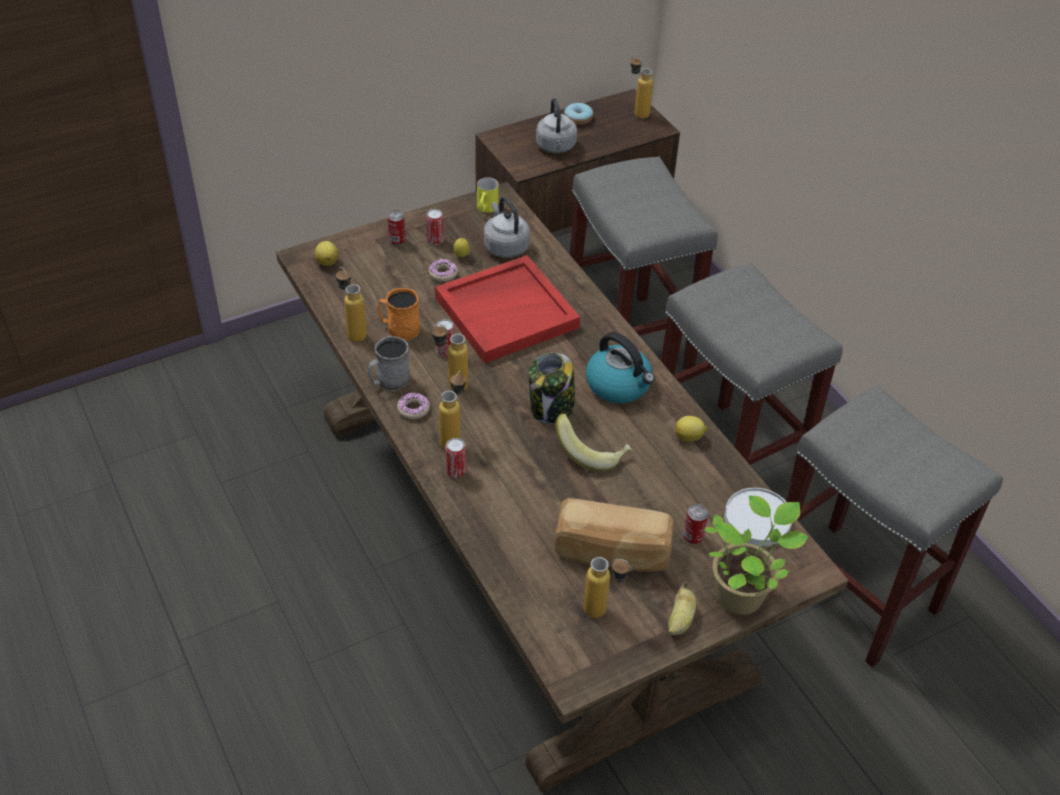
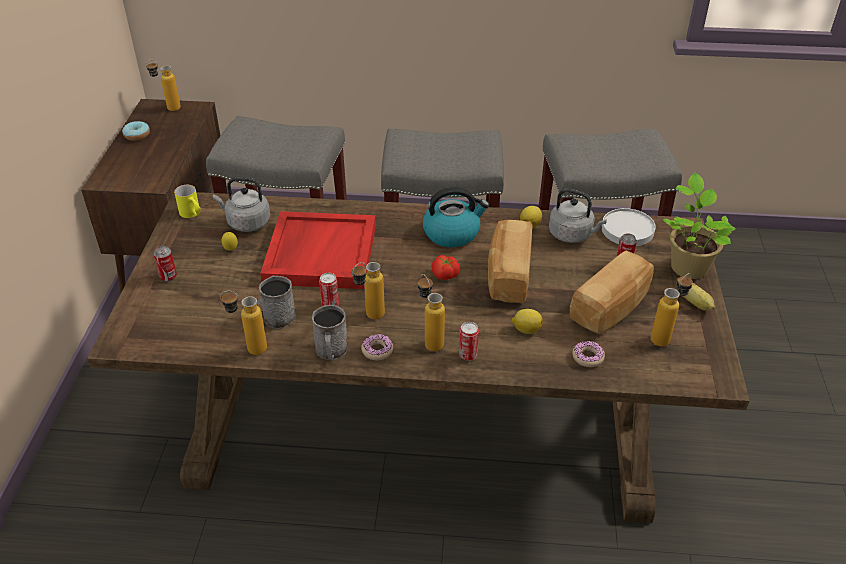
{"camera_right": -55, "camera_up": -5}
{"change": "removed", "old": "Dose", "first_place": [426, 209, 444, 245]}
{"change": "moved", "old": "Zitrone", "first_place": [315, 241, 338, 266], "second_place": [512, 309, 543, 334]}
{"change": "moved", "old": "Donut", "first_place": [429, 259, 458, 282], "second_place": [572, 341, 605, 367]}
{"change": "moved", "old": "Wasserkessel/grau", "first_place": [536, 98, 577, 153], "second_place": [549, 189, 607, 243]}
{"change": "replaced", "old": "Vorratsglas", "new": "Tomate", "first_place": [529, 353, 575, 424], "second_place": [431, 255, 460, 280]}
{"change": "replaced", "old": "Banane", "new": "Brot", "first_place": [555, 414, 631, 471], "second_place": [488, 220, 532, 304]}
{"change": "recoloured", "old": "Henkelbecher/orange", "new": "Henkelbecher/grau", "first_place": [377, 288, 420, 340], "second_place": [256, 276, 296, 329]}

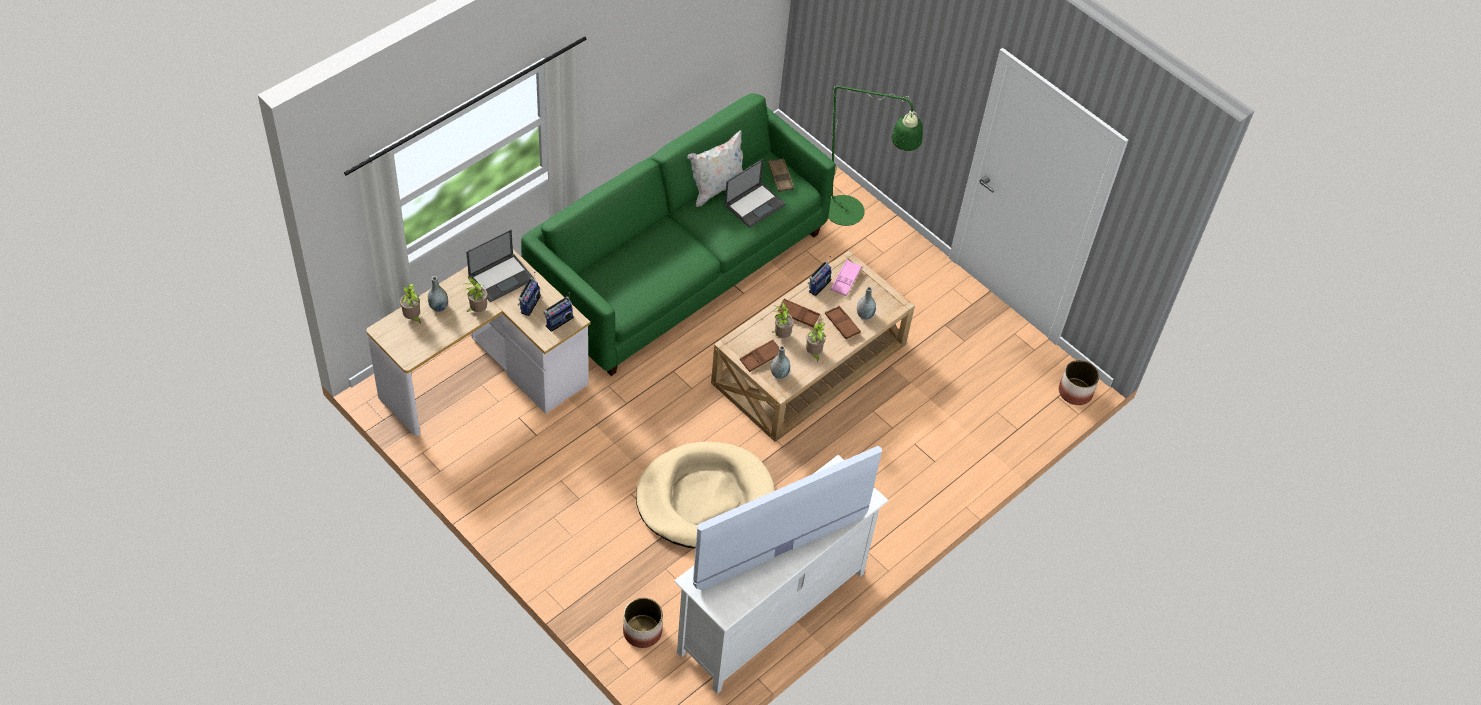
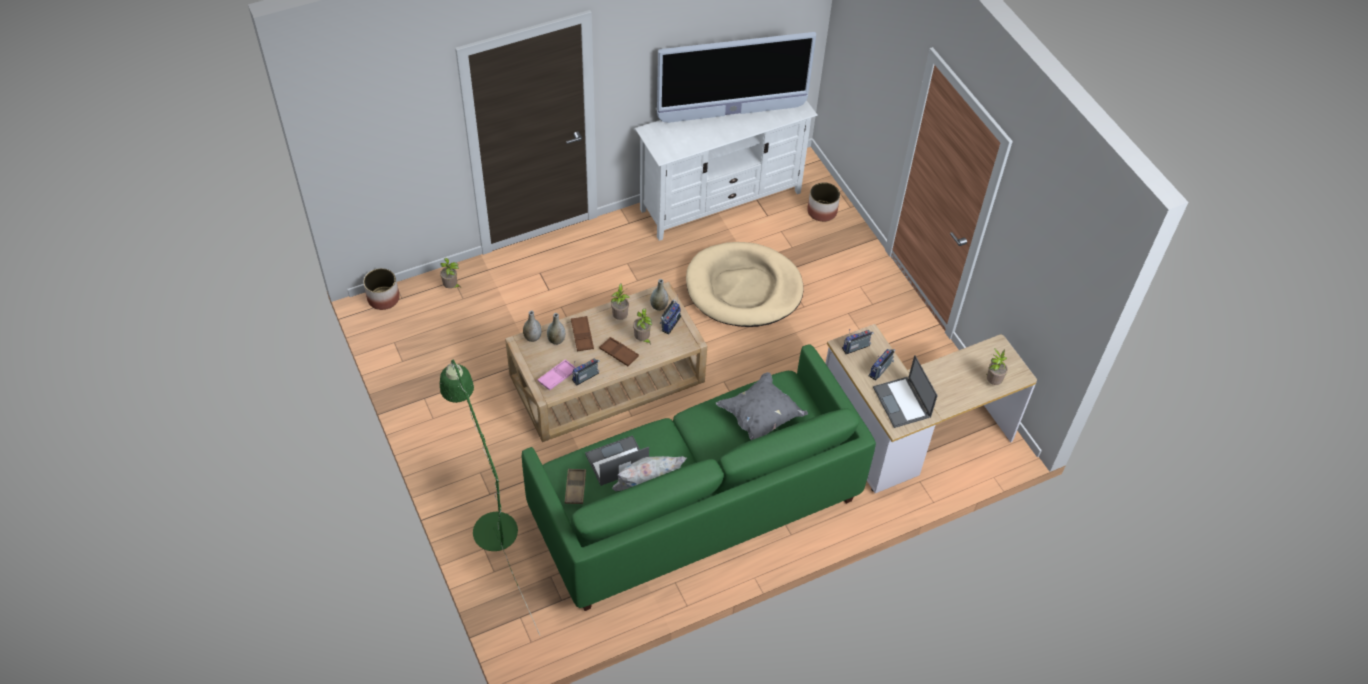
{"camera_right": -160, "camera_up": 0}
{"change": "added", "new": "Kissen/grau", "second_place": [716, 372, 808, 440]}
{"change": "moved", "old": "Vase/grau", "first_place": [428, 276, 448, 312], "second_place": [523, 311, 541, 342]}
{"change": "moved", "old": "Topfpflanze", "first_place": [464, 277, 488, 312], "second_place": [440, 258, 460, 288]}
{"change": "replaced", "old": "Tablett/braun", "new": "Radio", "first_place": [740, 340, 779, 372], "second_place": [660, 294, 681, 334]}
{"change": "turned", "old": "Laptop", "first_place": [466, 230, 535, 302], "second_place": [873, 355, 938, 428], "degrees": -90}

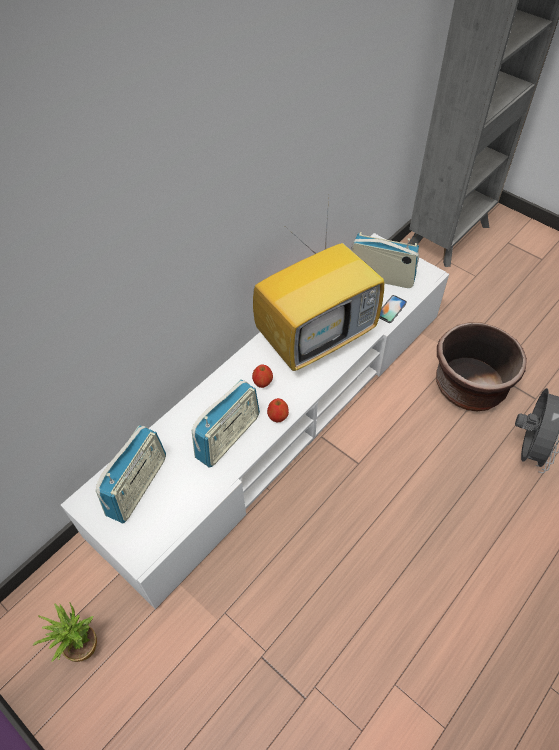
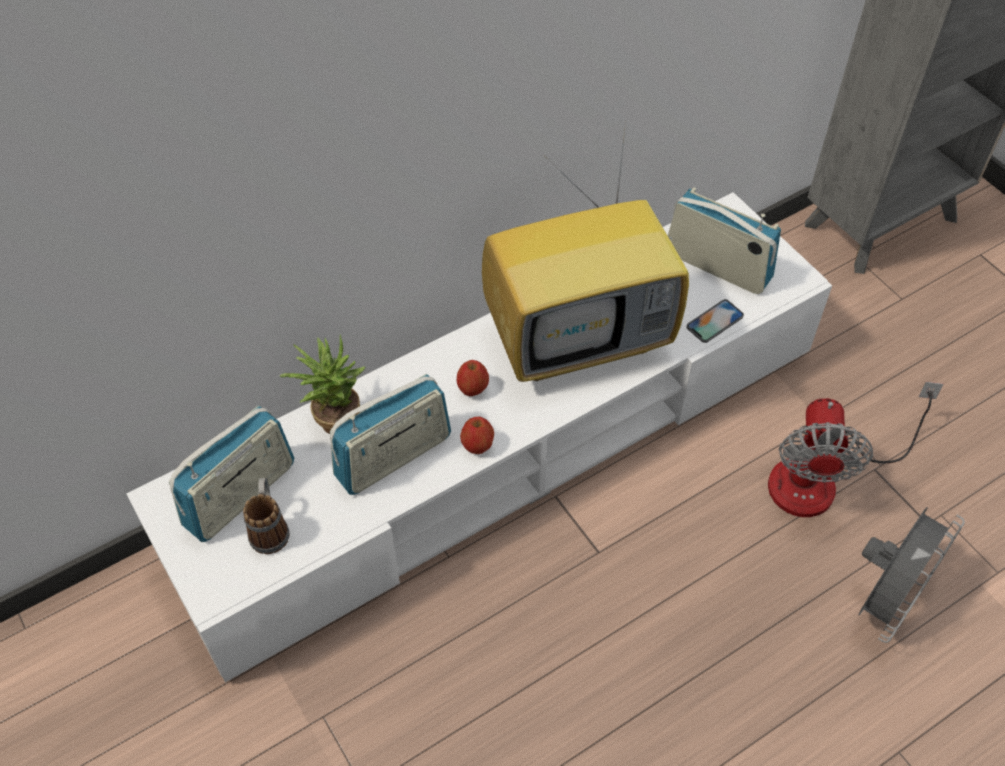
{"camera_right": 15, "camera_up": 0}
{"change": "added", "new": "Henkelbecher", "second_place": [243, 478, 289, 554]}
{"change": "moved", "old": "Topfpflanze", "first_place": [33, 603, 97, 662], "second_place": [280, 334, 365, 434]}
{"change": "replaced", "old": "Pflanzkübel/braun", "new": "Ventilator", "first_place": [436, 322, 527, 411], "second_place": [768, 382, 944, 517]}

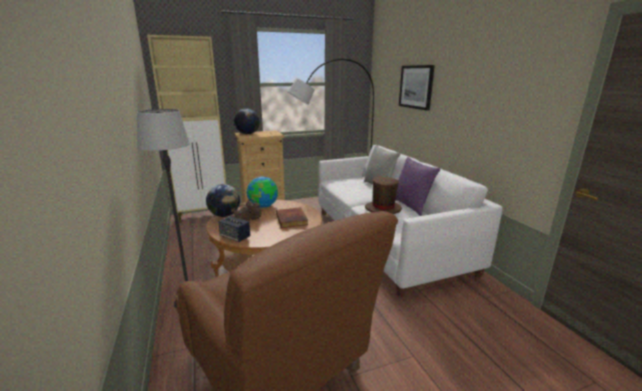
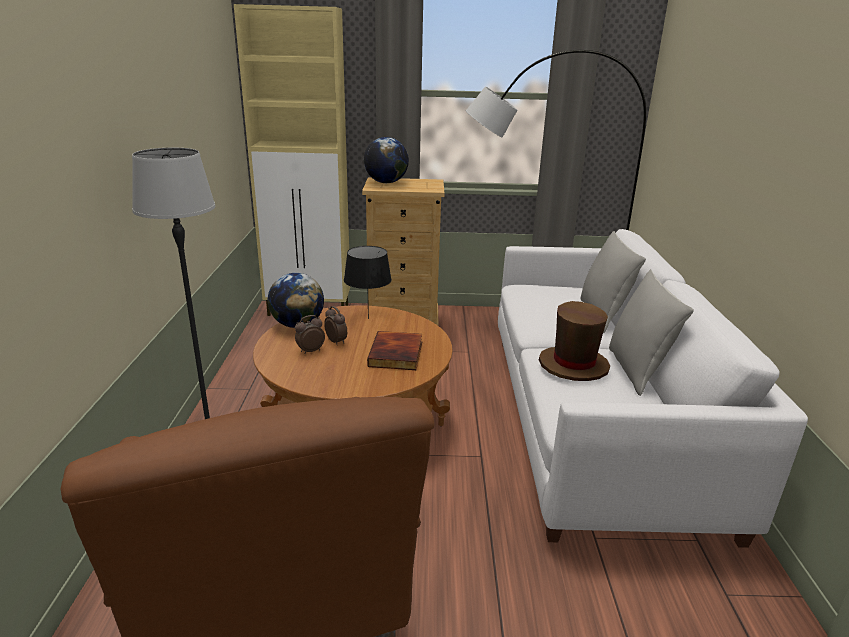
{"camera_right": 20, "camera_up": 5}
{"change": "removed", "old": "Lautsprecher", "first_place": [218, 216, 250, 242]}
{"change": "removed", "old": "Bild", "first_place": [399, 65, 435, 111]}
{"change": "replaced", "old": "Globus", "new": "Tischlampe/schwarz", "first_place": [247, 177, 278, 208], "second_place": [344, 246, 392, 319]}
{"change": "recoloured", "old": "Kissen/lila", "new": "Kissen/grau", "first_place": [395, 157, 440, 216], "second_place": [609, 269, 694, 396]}

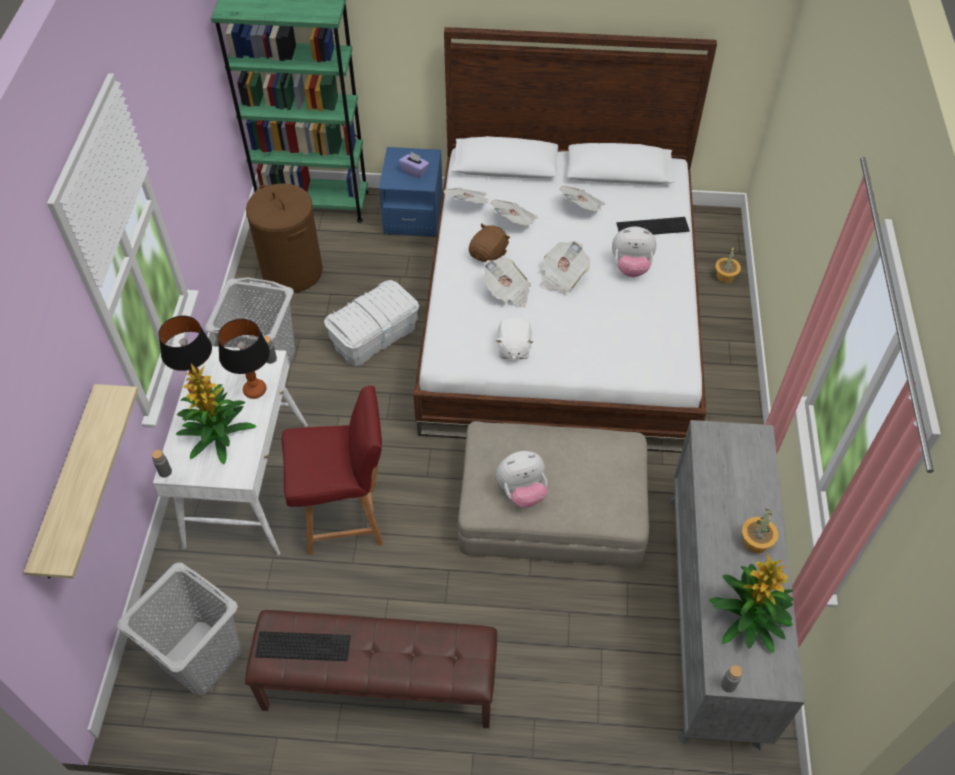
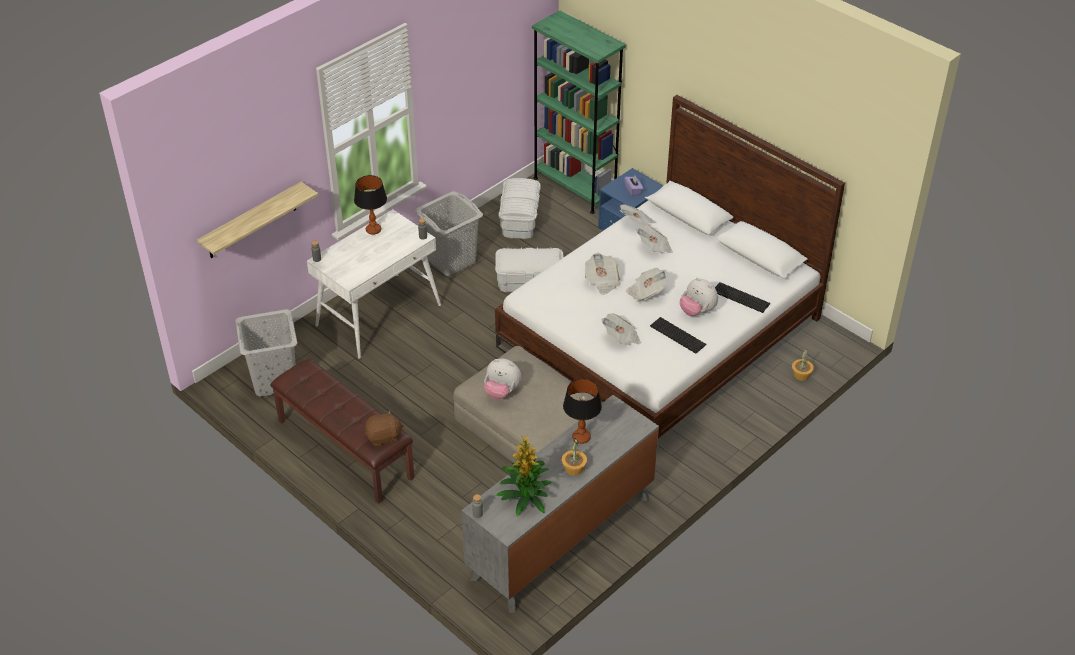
{"camera_right": 40, "camera_up": -10}
{"change": "removed", "old": "Topfpflanze", "first_place": [176, 364, 257, 464]}
{"change": "removed", "old": "Stuhl/rot", "first_place": [282, 386, 383, 555]}
{"change": "removed", "old": "Plüschtier/weiß", "first_place": [495, 317, 533, 360]}
{"change": "moved", "old": "Tischlampe", "first_place": [218, 319, 270, 399], "second_place": [563, 379, 602, 444]}
{"change": "moved", "old": "Tastatur", "first_place": [255, 631, 351, 661], "second_place": [650, 317, 706, 354]}
{"change": "moved", "old": "Plüschtier/braun", "first_place": [469, 223, 510, 263], "second_place": [365, 410, 404, 447]}
{"change": "moved", "old": "Zeitung", "first_place": [559, 186, 605, 212], "second_place": [602, 314, 641, 345]}
{"change": "replaced", "old": "Wäschekorb/braun", "new": "Aufbewahrungsbox/weiß", "first_place": [246, 184, 323, 293], "second_place": [498, 178, 541, 239]}

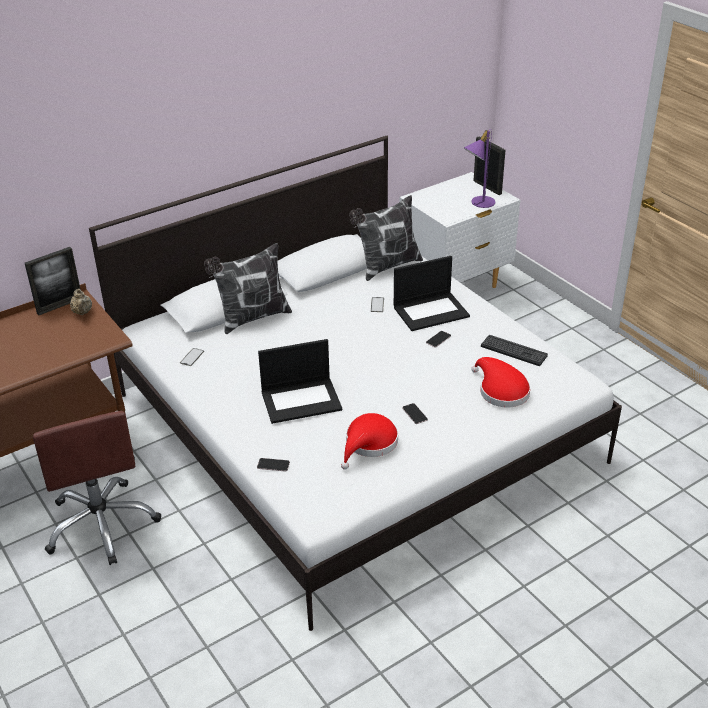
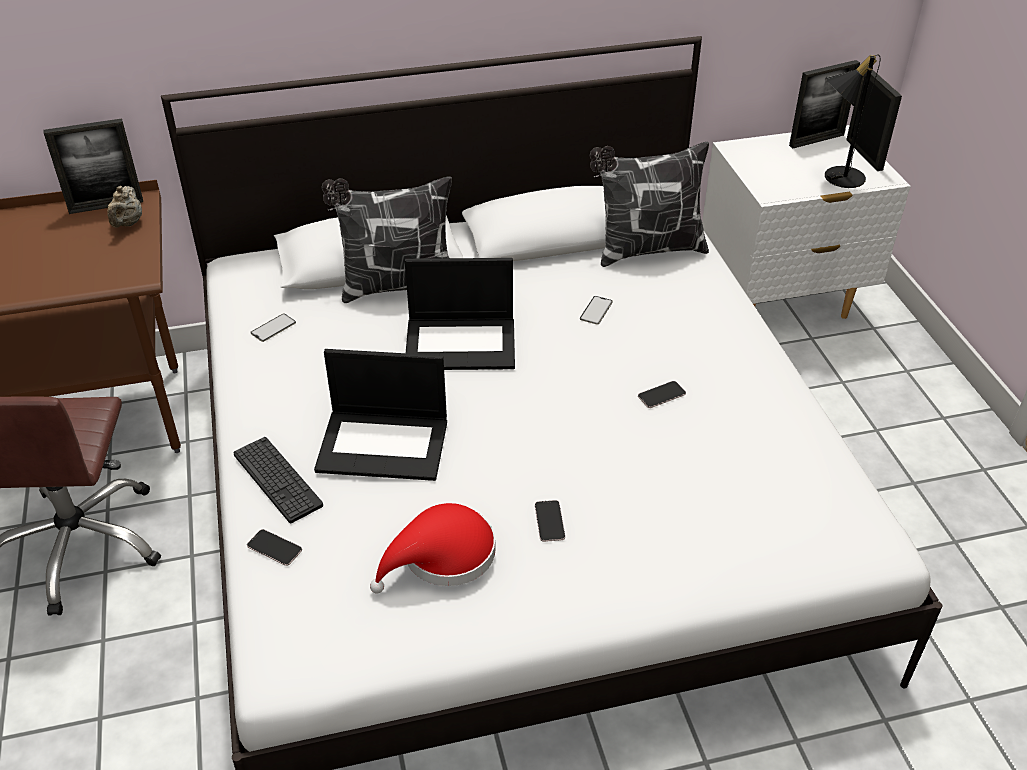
{"camera_right": 20, "camera_up": 5}
{"change": "removed", "old": "Hut/rot", "first_place": [471, 357, 530, 408]}
{"change": "added", "new": "Bilderrahmen", "second_place": [789, 60, 860, 148]}
{"change": "moved", "old": "Laptop", "first_place": [394, 256, 470, 331], "second_place": [405, 258, 515, 370]}
{"change": "moved", "old": "Tastatur", "first_place": [481, 335, 548, 366], "second_place": [233, 437, 323, 523]}
{"change": "recoloured", "old": "Tischlampe/lila", "new": "Tischlampe/schwarz", "first_place": [464, 129, 495, 208], "second_place": [825, 55, 880, 188]}

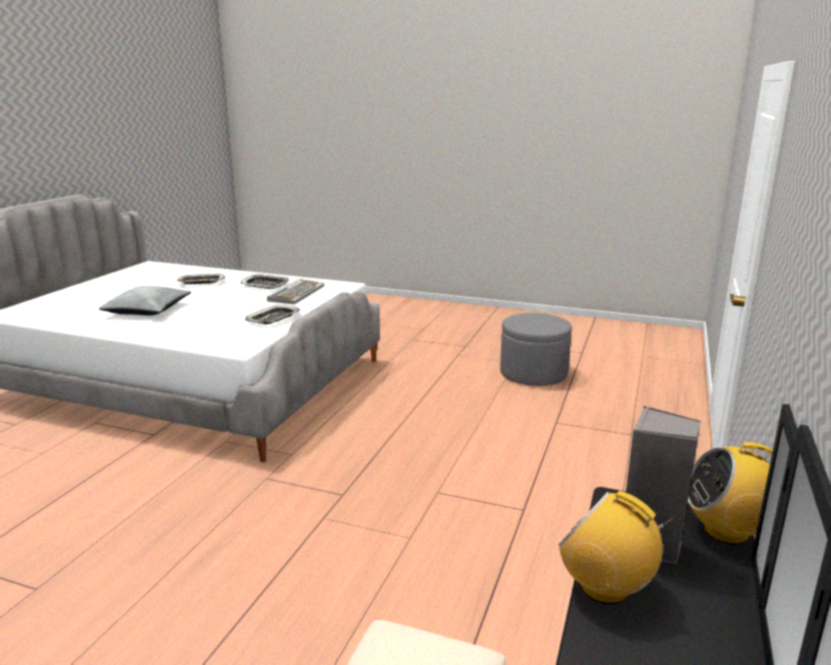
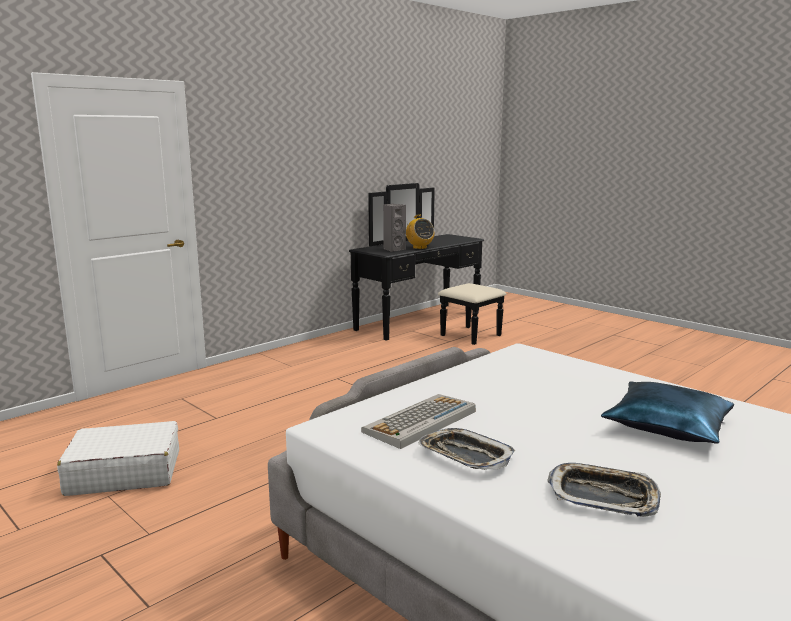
{"camera_right": -155, "camera_up": -5}
{"change": "removed", "old": "Tablett", "first_place": [245, 305, 300, 324]}
{"change": "removed", "old": "Radio", "first_place": [688, 442, 773, 545]}
{"change": "replaced", "old": "Polsterhocker/grau", "new": "Koffer/weiß", "first_place": [500, 313, 572, 386], "second_place": [57, 421, 179, 496]}
{"change": "recoloured", "old": "Kissen/grau", "new": "Kissen/blau", "first_place": [99, 286, 191, 316], "second_place": [601, 382, 734, 444]}

